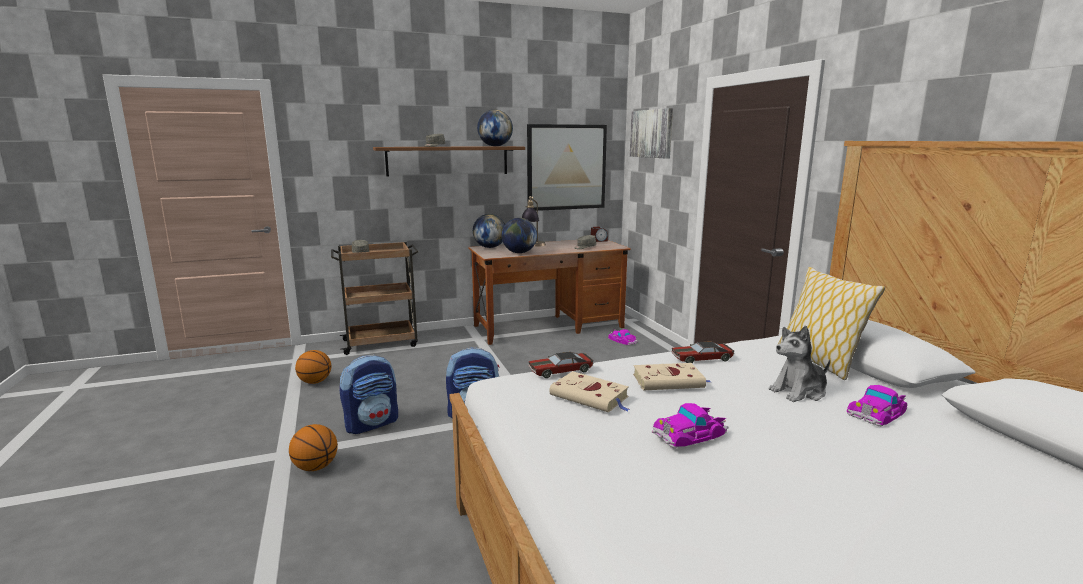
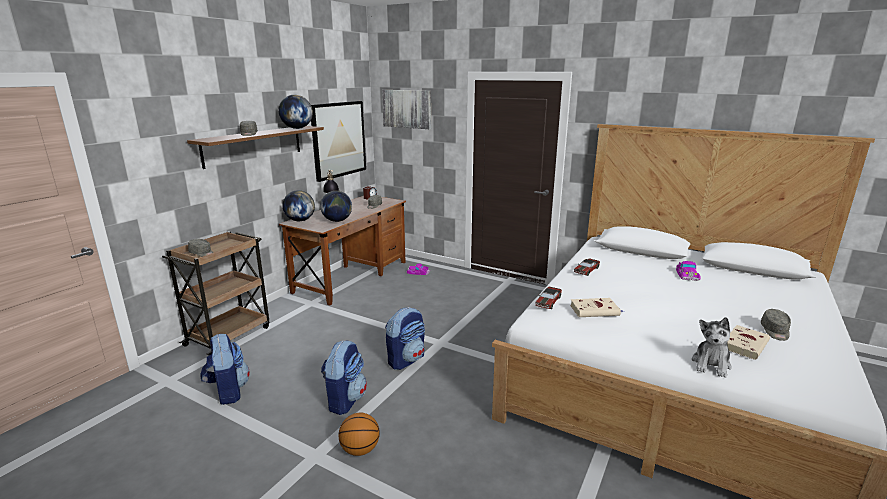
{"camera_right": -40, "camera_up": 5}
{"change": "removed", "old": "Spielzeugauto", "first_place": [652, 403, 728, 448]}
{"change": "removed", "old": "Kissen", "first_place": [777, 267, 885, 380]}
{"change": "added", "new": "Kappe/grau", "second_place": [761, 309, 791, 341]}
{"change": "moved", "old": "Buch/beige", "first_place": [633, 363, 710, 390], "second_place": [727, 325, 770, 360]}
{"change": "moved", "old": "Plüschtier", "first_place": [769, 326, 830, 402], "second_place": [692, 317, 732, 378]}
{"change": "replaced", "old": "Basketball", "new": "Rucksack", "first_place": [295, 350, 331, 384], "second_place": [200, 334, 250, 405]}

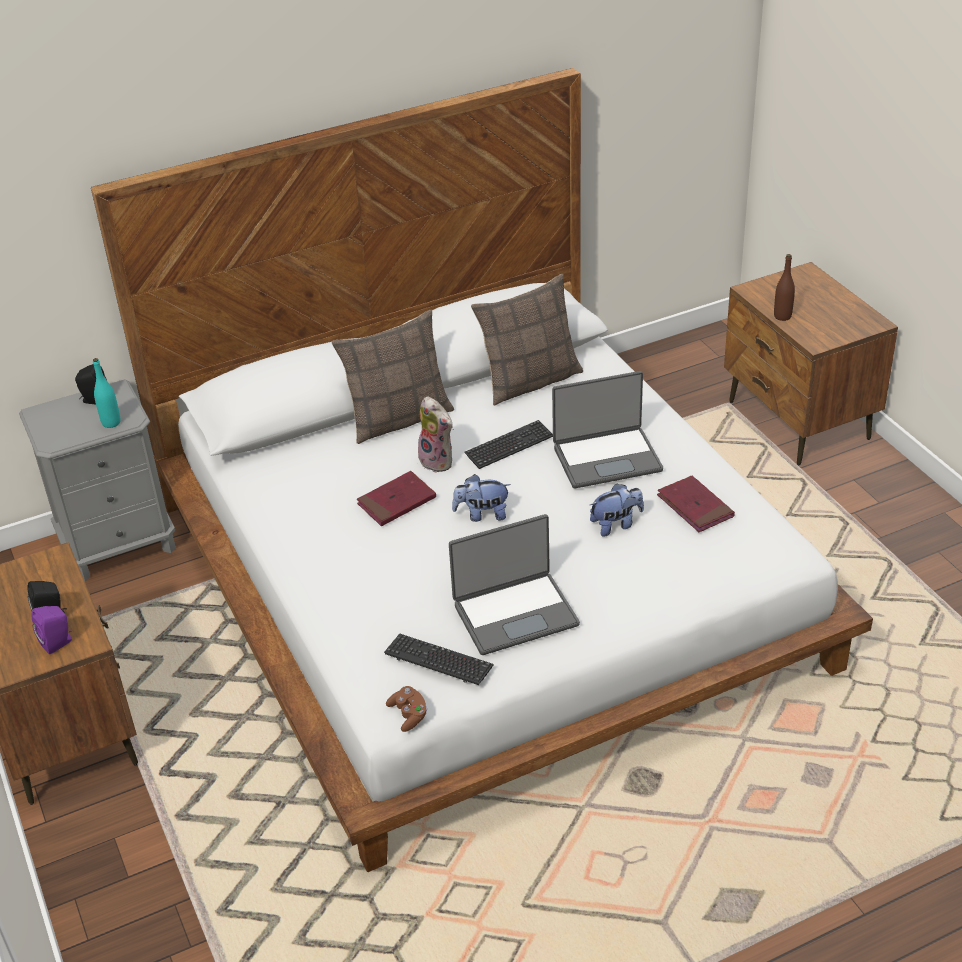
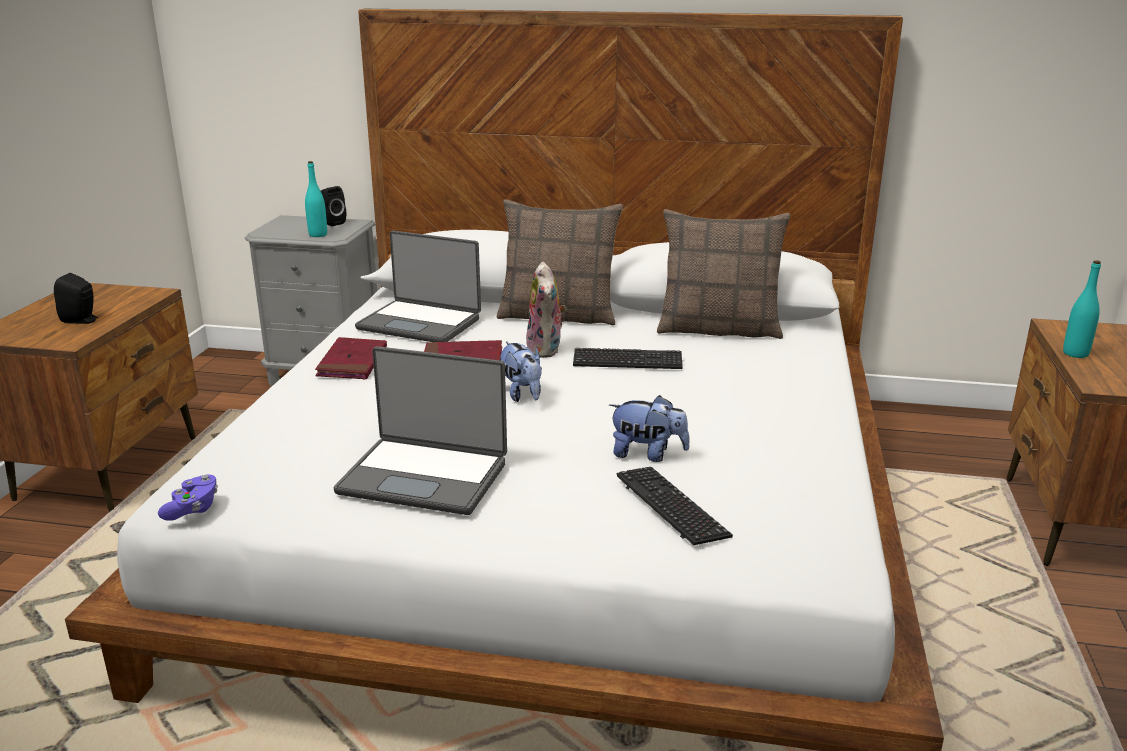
{"camera_right": 35, "camera_up": -15}
{"change": "removed", "old": "Lautsprecher/lila", "first_place": [31, 606, 72, 655]}
{"change": "moved", "old": "Tastatur", "first_place": [384, 634, 493, 685], "second_place": [616, 467, 733, 545]}
{"change": "moved", "old": "Laptop", "first_place": [552, 371, 663, 488], "second_place": [355, 231, 481, 342]}
{"change": "moved", "old": "Buch/rot", "first_place": [657, 476, 735, 532], "second_place": [315, 337, 387, 380]}
{"change": "recoloured", "old": "Gamepad/braun", "new": "Gamepad/lila", "first_place": [386, 686, 427, 732], "second_place": [158, 474, 218, 521]}
{"change": "recoloured", "old": "Flasche/braun", "new": "Flasche/türkis", "first_place": [774, 254, 795, 321], "second_place": [1063, 260, 1101, 358]}
{"change": "turned", "old": "Plüschtier", "first_place": [452, 474, 511, 522], "second_place": [500, 341, 542, 402], "degrees": -150}

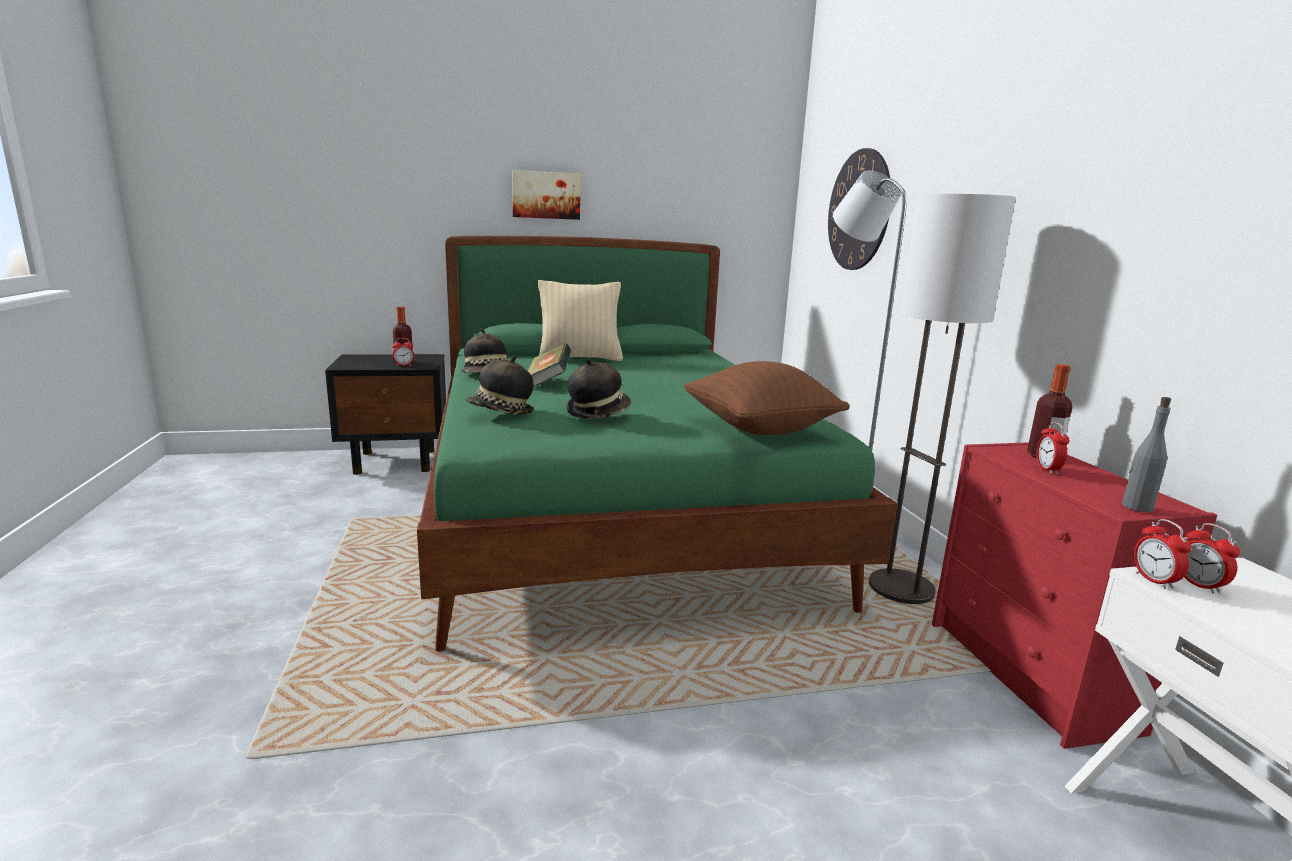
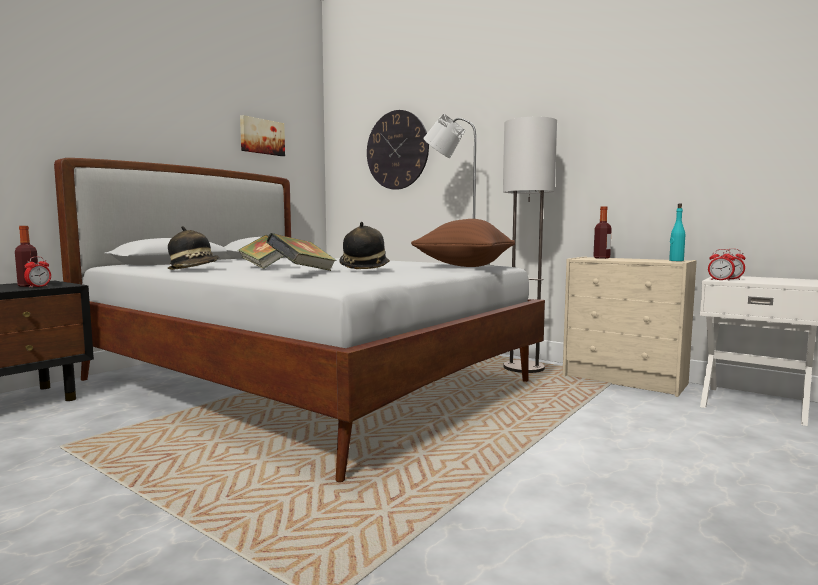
{"camera_right": -40, "camera_up": -10}
{"change": "removed", "old": "Kissen/beige", "first_place": [538, 280, 623, 361]}
{"change": "removed", "old": "Wecker", "first_place": [1036, 422, 1069, 474]}
{"change": "moved", "old": "Bild", "first_place": [512, 170, 580, 220], "second_place": [240, 115, 285, 156]}
{"change": "replaced", "old": "Hut", "new": "Buch", "first_place": [465, 355, 533, 415], "second_place": [266, 233, 337, 271]}
{"change": "recoloured", "old": "Bett/grün", "new": "Bett/weiß", "first_place": [417, 236, 898, 652], "second_place": [54, 158, 545, 482]}
{"change": "recoloured", "old": "Kommode/rot", "new": "Kommode/beige", "first_place": [932, 442, 1217, 749], "second_place": [562, 257, 697, 397]}
{"change": "recoloured", "old": "Flasche/grau", "new": "Flasche/türkis", "first_place": [1122, 397, 1171, 512], "second_place": [669, 203, 685, 261]}

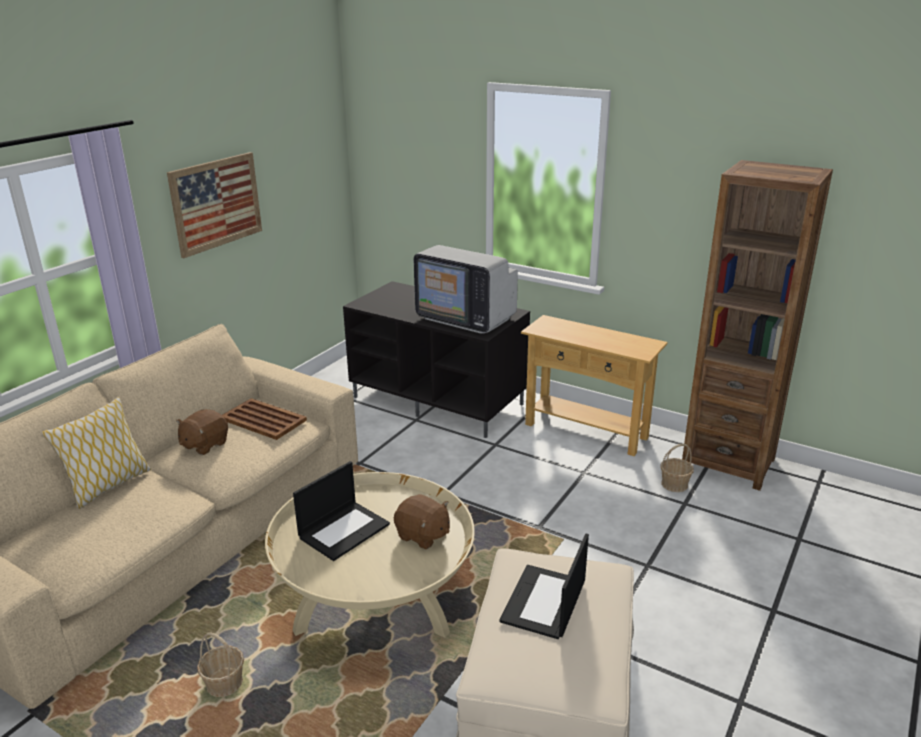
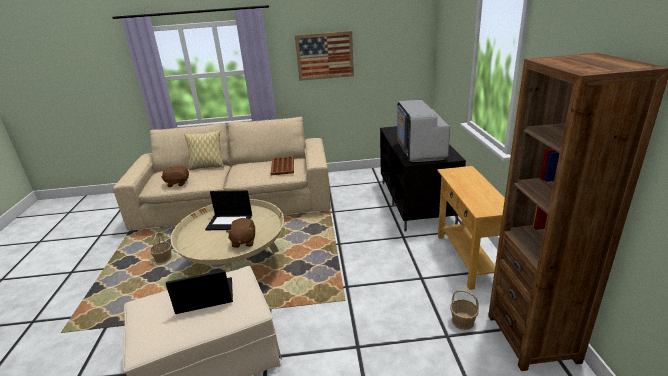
{"camera_right": 55, "camera_up": 0}
{"change": "moved", "old": "Plüschtier/braun", "first_place": [176, 409, 228, 455], "second_place": [161, 166, 189, 187]}

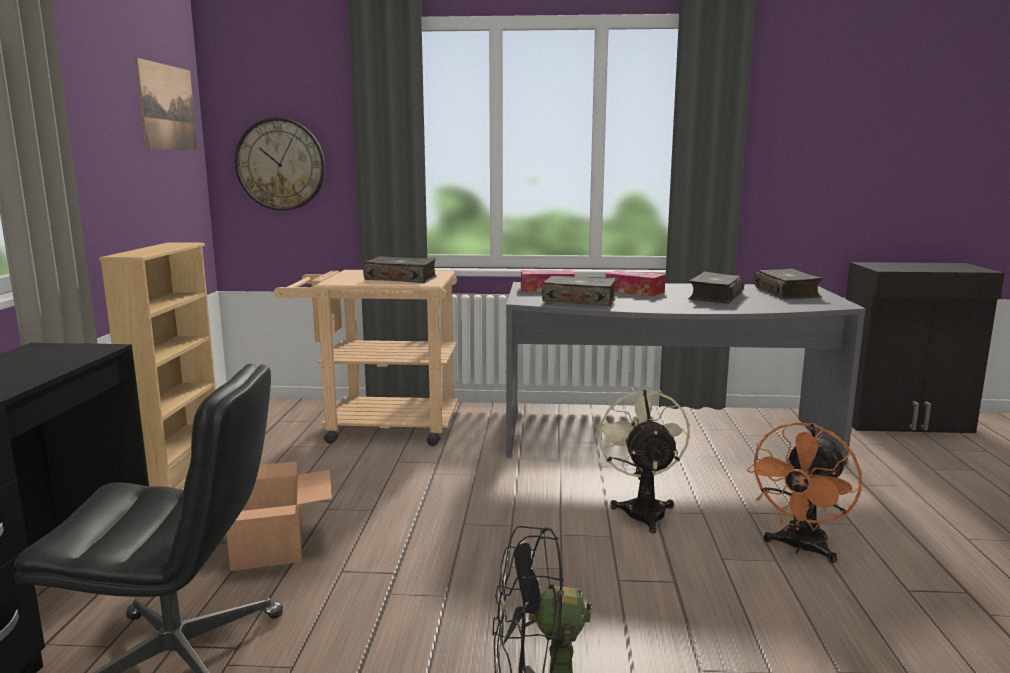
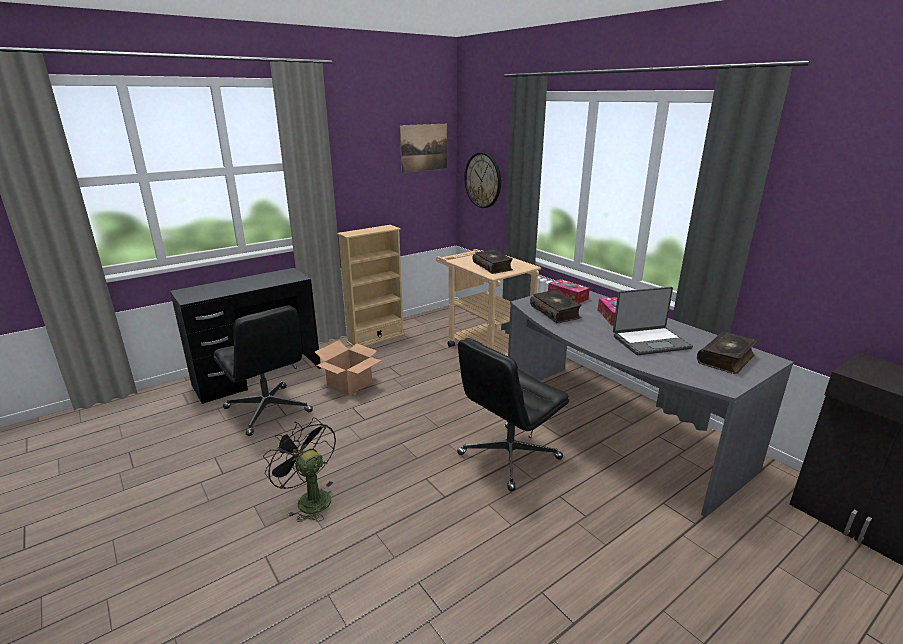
{"camera_right": 50, "camera_up": 10}
{"change": "removed", "old": "Ventilator/orange", "first_place": [747, 422, 862, 563]}
{"change": "replaced", "old": "Ventilator/beige", "new": "Bürostuhl/schwarz", "first_place": [597, 387, 690, 533], "second_place": [457, 338, 569, 492]}
{"change": "replaced", "old": "Buch", "new": "Laptop", "first_place": [688, 272, 745, 304], "second_place": [613, 287, 693, 355]}

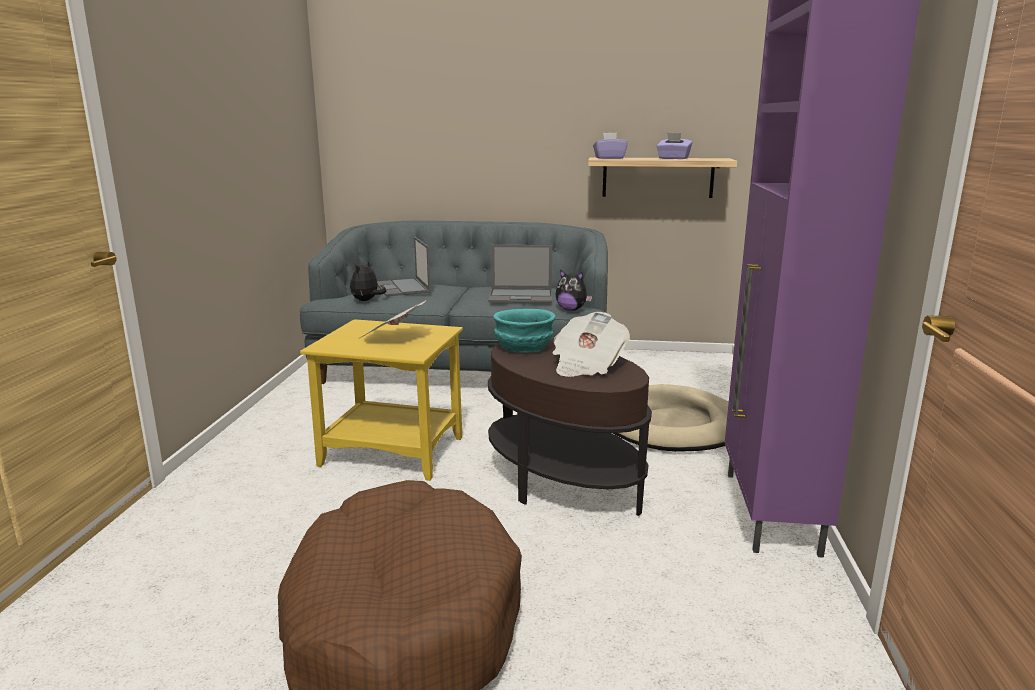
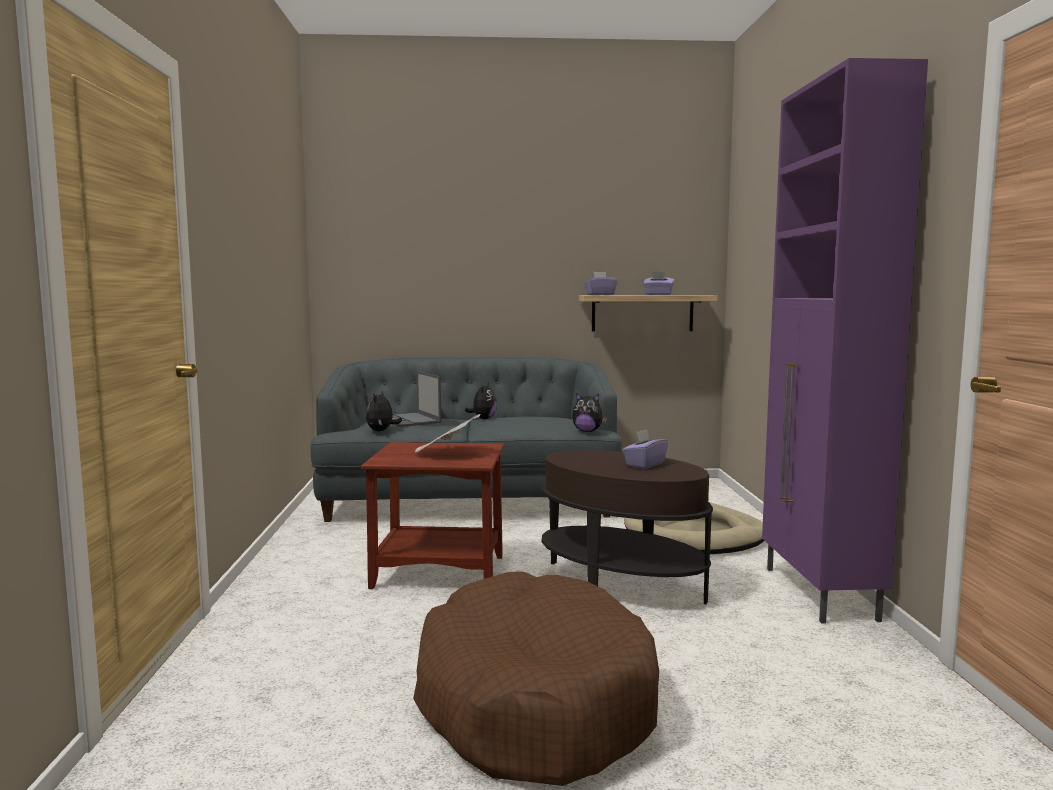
{"camera_right": -10, "camera_up": -10}
{"change": "removed", "old": "Laptop", "first_place": [488, 245, 552, 303]}
{"change": "removed", "old": "Schüssel/türkis", "first_place": [493, 309, 556, 353]}
{"change": "added", "new": "Plüschtier", "second_place": [465, 383, 497, 419]}
{"change": "replaced", "old": "Zeitung", "new": "Taschentuchbox/lila", "first_place": [553, 312, 630, 377], "second_place": [622, 429, 668, 469]}
{"change": "recoloured", "old": "Beistelltisch/gelb", "new": "Beistelltisch/braun", "first_place": [300, 319, 463, 481], "second_place": [361, 442, 504, 589]}

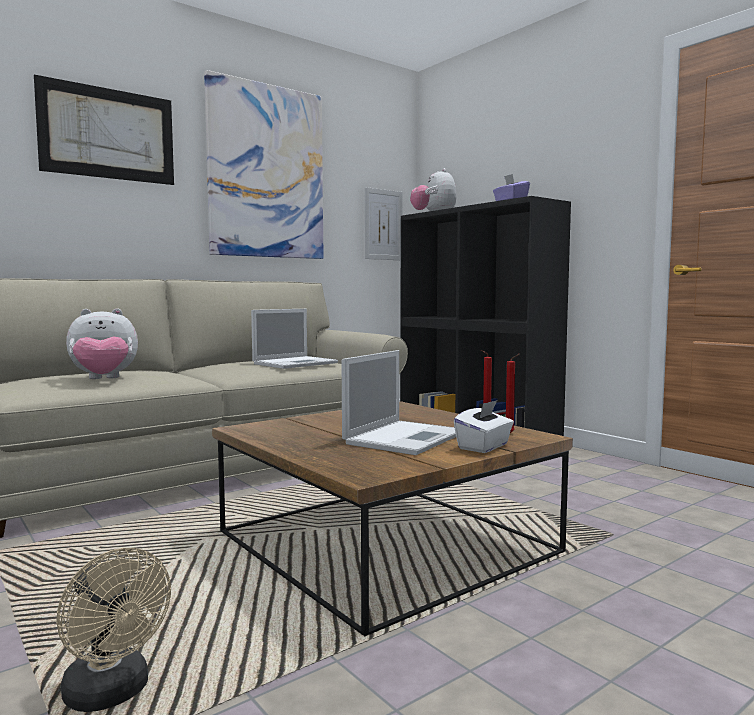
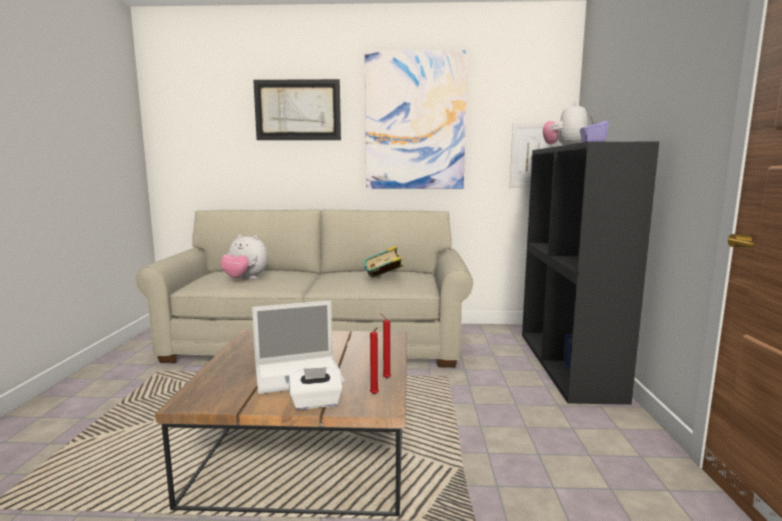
{"camera_right": 40, "camera_up": 5}
{"change": "removed", "old": "Ventilator/beige", "first_place": [56, 548, 171, 712]}
{"change": "replaced", "old": "Laptop", "new": "Buch", "first_place": [251, 309, 338, 369], "second_place": [364, 246, 403, 278]}

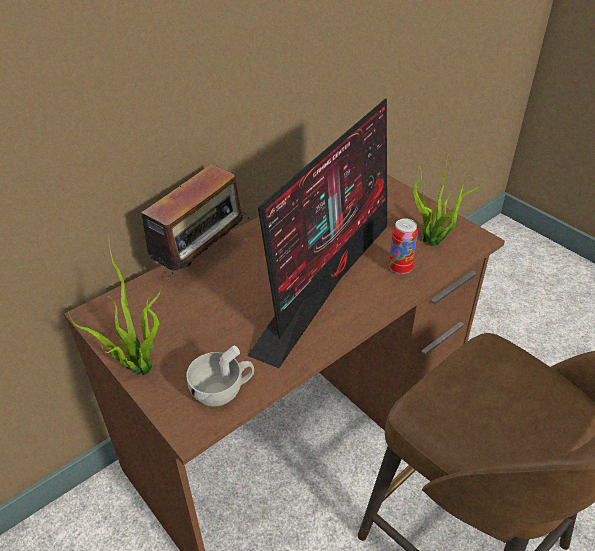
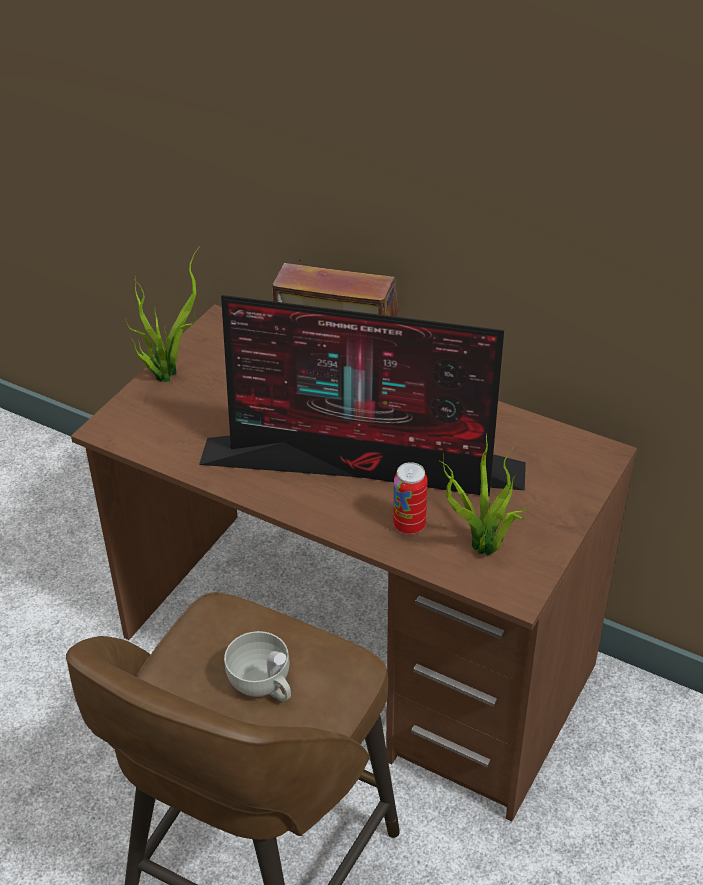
{"camera_right": 70, "camera_up": 0}
{"change": "moved", "old": "Tasse/weiß", "first_place": [187, 345, 254, 407], "second_place": [224, 631, 291, 701]}

